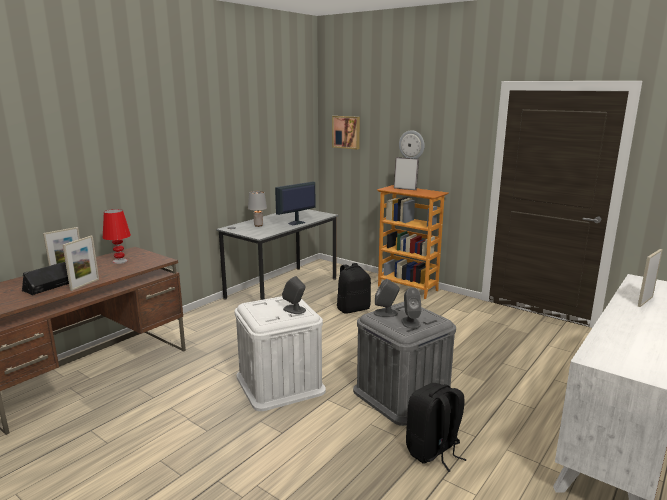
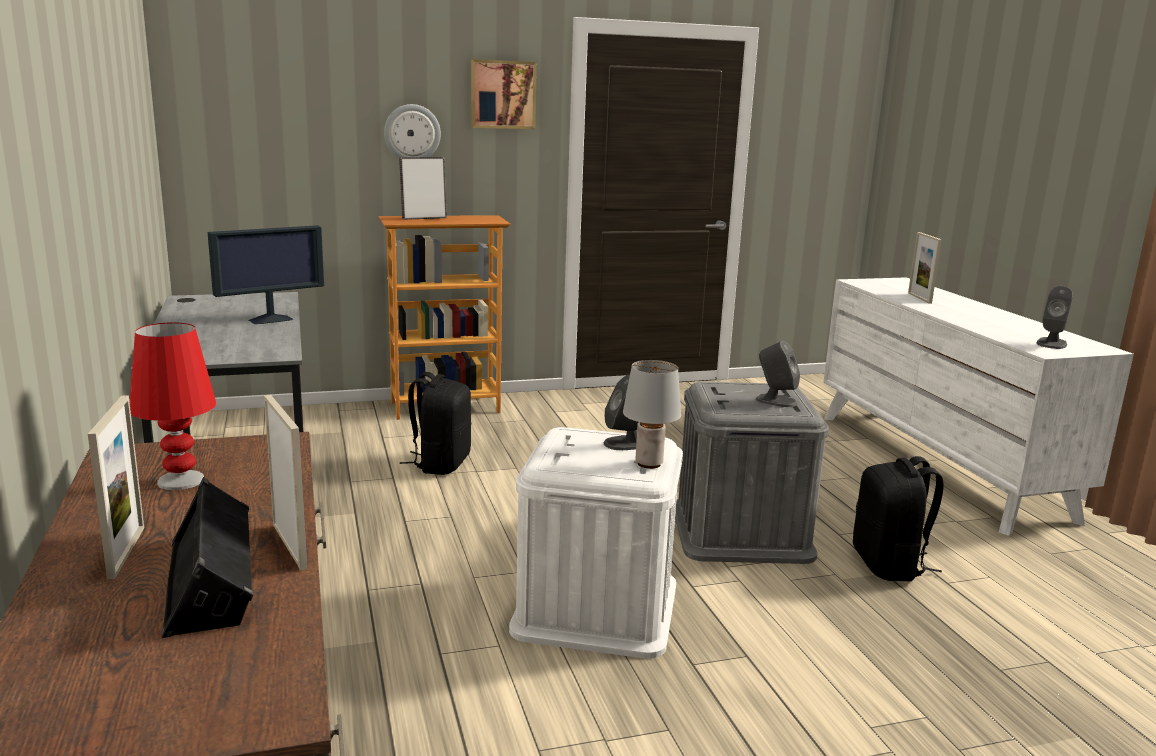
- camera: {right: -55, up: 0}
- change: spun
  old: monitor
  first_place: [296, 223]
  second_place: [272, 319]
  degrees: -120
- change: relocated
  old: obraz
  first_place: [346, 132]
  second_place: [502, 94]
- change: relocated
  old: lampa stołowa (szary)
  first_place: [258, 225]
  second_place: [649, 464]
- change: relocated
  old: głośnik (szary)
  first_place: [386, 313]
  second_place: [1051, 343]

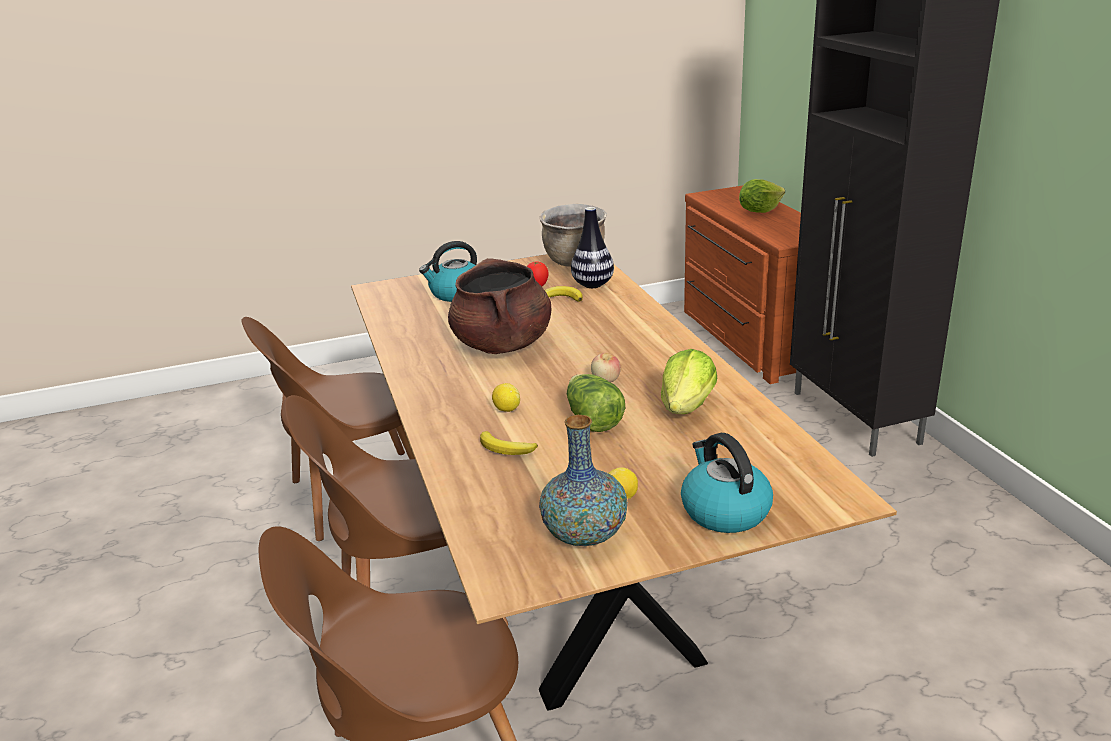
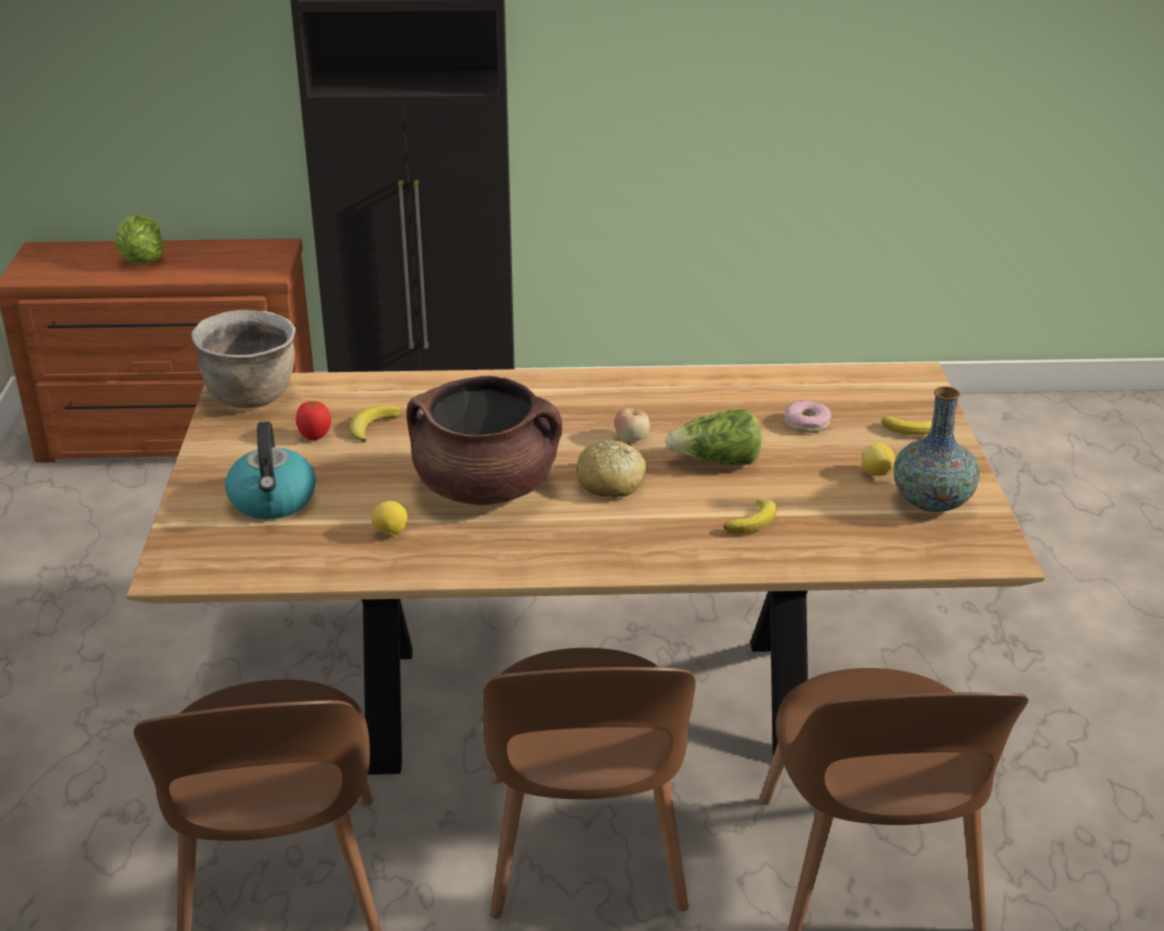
- camera: {right: -75, up: 5}
- change: relocated
  old: cytryna
  first_place: [506, 409]
  second_place: [390, 533]
- change: appeared
  new: chleb
  second_place: [611, 483]
- change: appeared
  new: donut
  second_place: [806, 423]
- change: exchanged
  old: czajnik
  new: banan
  first_place: [724, 511]
  second_place: [915, 430]
- change: missing
  old: wazon
  first_place: [593, 285]
- change: missing
  old: sałata
  first_place: [687, 407]

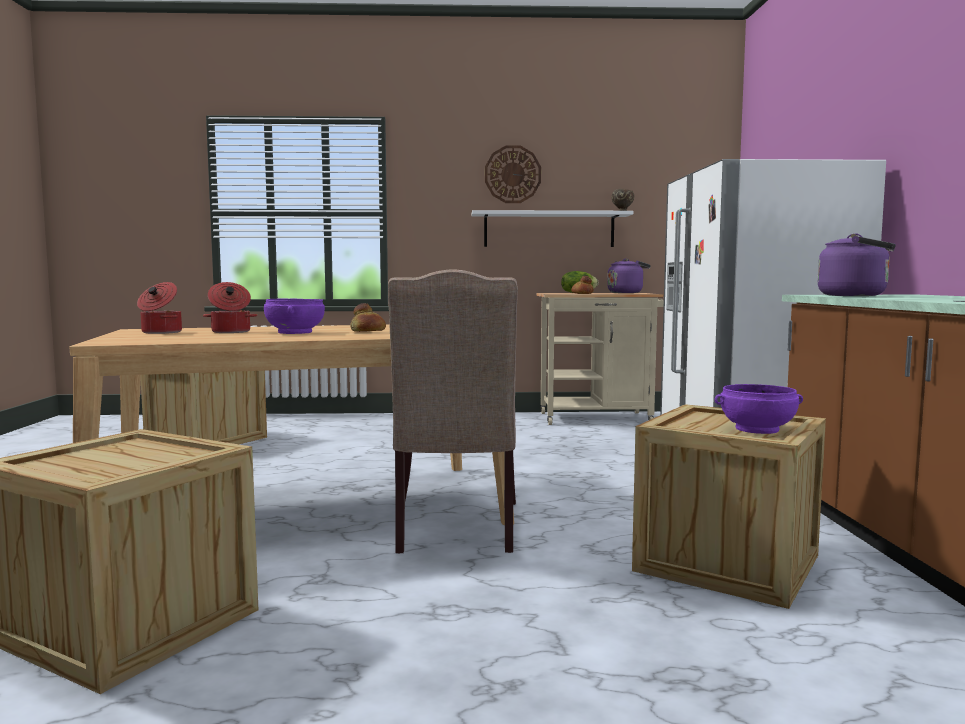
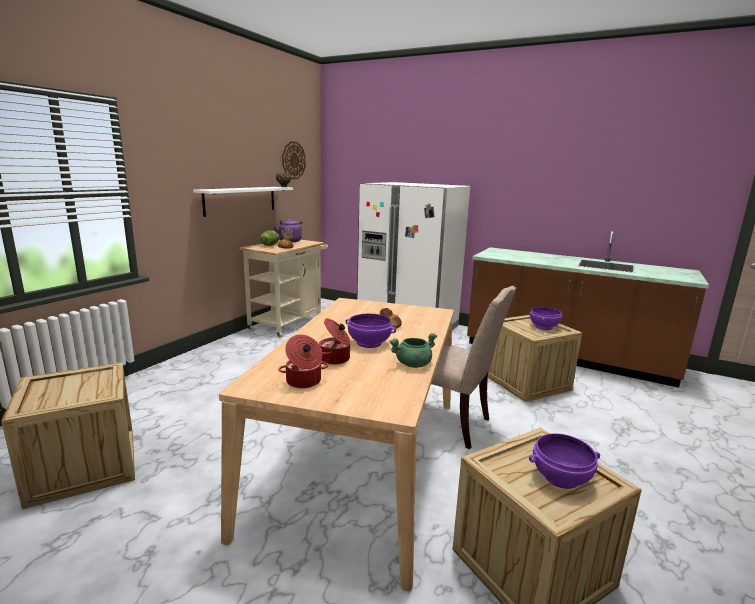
- camera: {right: -60, up: 10}
- change: relocated
  old: zegar ścienny
  first_place: [512, 174]
  second_place: [293, 160]
- change: appeared
  new: garnek (zielony)
  second_place: [413, 364]
- change: appeared
  new: miska (fioletowy)
  second_place: [560, 477]
- change: missing
  old: czajnik (fioletowy)
  first_place: [856, 296]

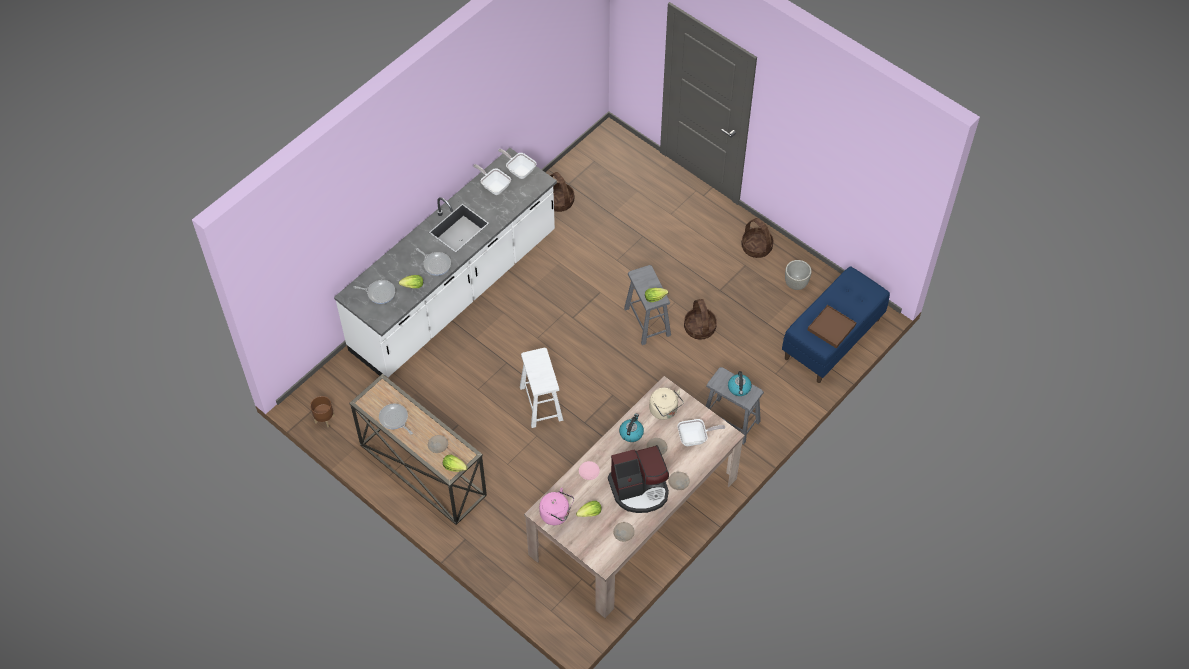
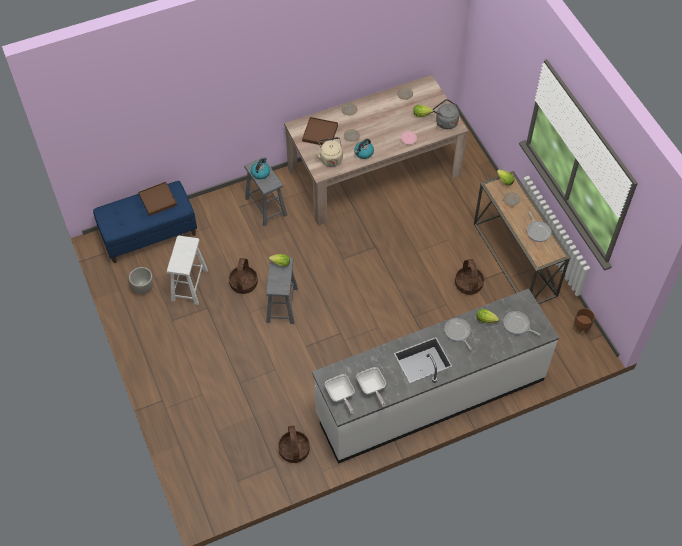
- camera: {right: -155, up: 0}
- change: relocated
  old: stołek (biały)
  first_place: [541, 404]
  second_place: [189, 285]
- change: exchanged
  old: patelnia
  new: taca (brązowy)
  first_place: [695, 438]
  second_place: [320, 133]
- change: colour
  old: czajnik (różowy)
  new: czajnik (szary)
  first_place: [556, 514]
  second_place: [445, 122]
- change: relocated
  old: koszyk
  first_place: [756, 247]
  second_place: [469, 284]
- change: missing
  old: ekspres do kawy
  first_place: [640, 489]

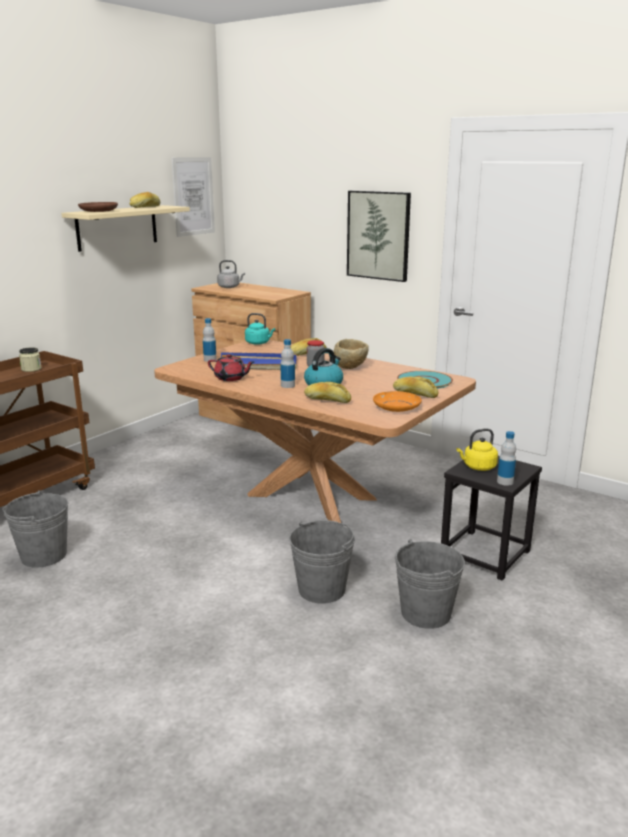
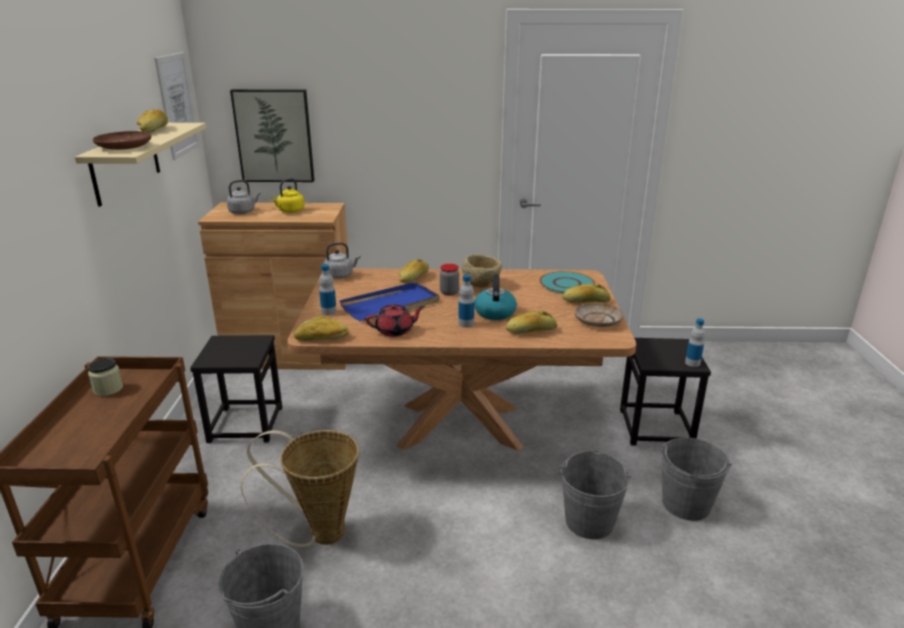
- camera: {right: -35, up: 5}
- change: appeared
  new: stołek (czarny)
  second_place: [245, 424]
- change: relocated
  old: obraz
  first_place: [378, 235]
  second_place: [274, 136]
- change: appeared
  new: koszyk
  second_place: [318, 534]
- change: relocated
  old: czajnik (żółty)
  first_place: [478, 467]
  second_place: [290, 211]
- change: appeared
  new: chleb
  second_place: [322, 338]
- change: colour
  old: czajnik (turkusowy)
  new: czajnik (szary)
  first_place: [259, 343]
  second_place: [340, 275]
- change: colour
  old: talerz (pomarańczowy)
  new: talerz (beżowy)
  first_place: [396, 407]
  second_place: [597, 321]

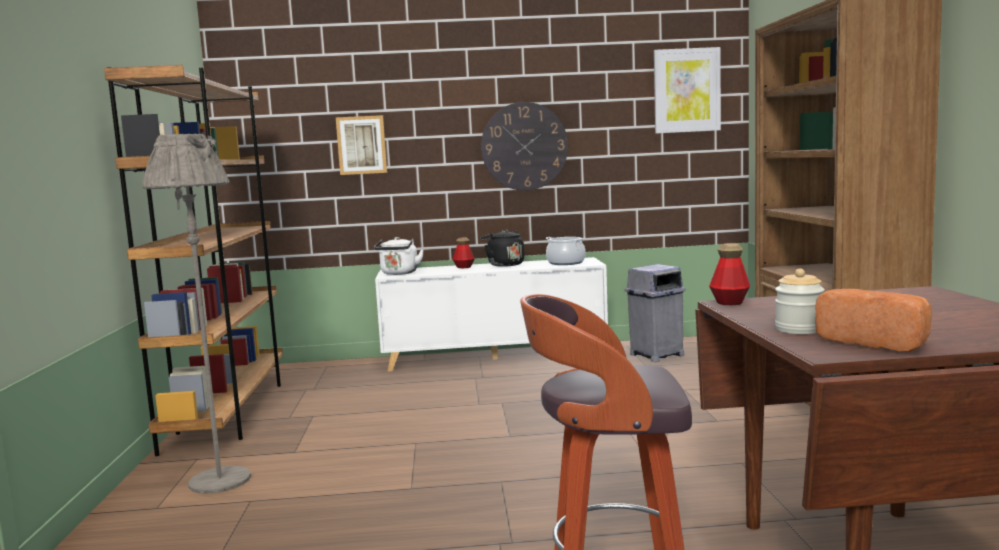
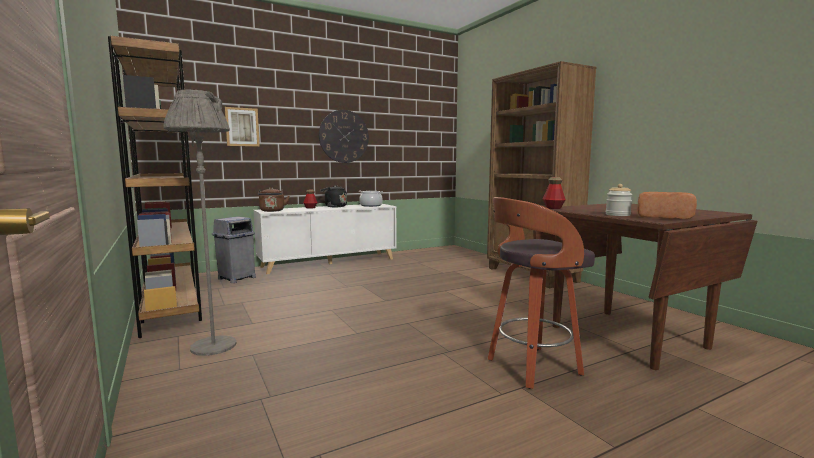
- camera: {right: -25, up: 0}
- change: relocated
  old: kosz na śmieci (szary)
  first_place: [656, 355]
  second_place: [236, 278]
- change: colour
  old: czajnik (biały)
  new: czajnik (brązowy)
  first_place: [399, 273]
  second_place: [272, 211]
- change: missing
  old: obraz
  first_place: [686, 90]

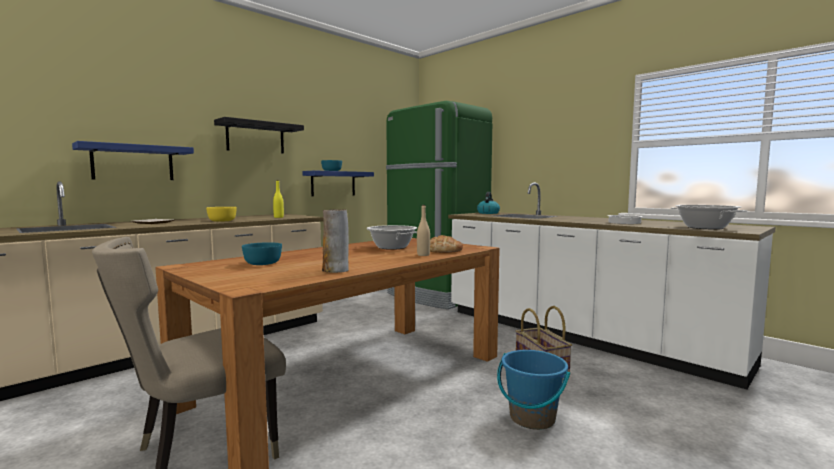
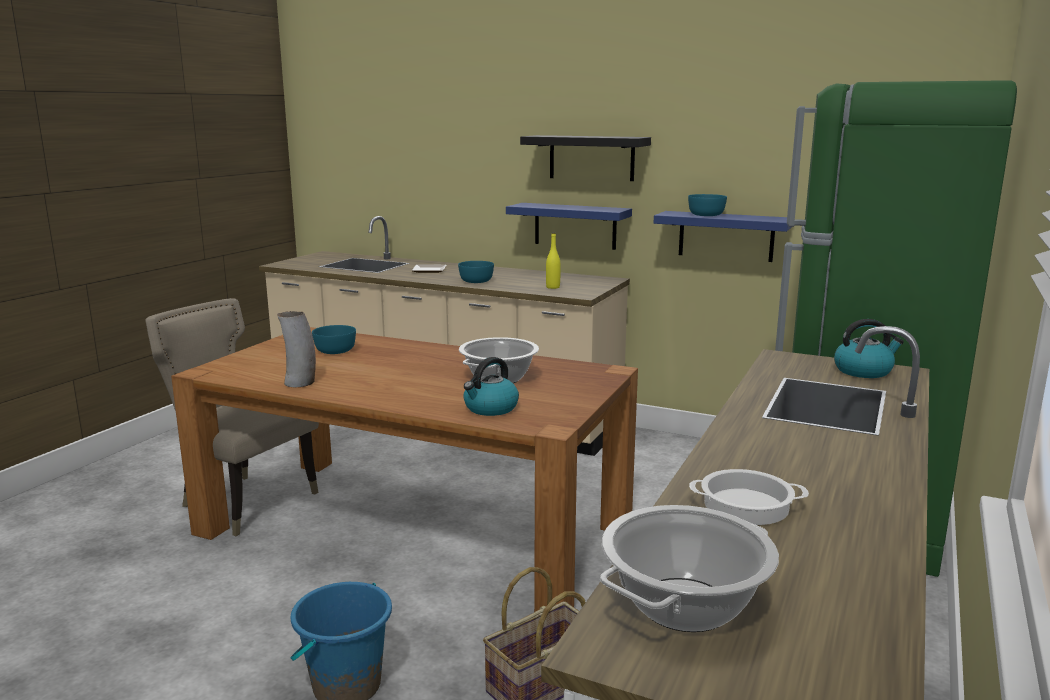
- camera: {right: 70, up: 10}
- change: colour
  old: miska (żółty)
  new: miska (turkusowy)
  first_place: [222, 221]
  second_place: [476, 281]
- change: exchanged
  old: chleb
  new: czajnik
  first_place: [443, 250]
  second_place: [490, 408]
- change: relocated
  old: półka (niebieski)
  first_place: [133, 163]
  second_place: [575, 226]
- change: missing
  old: butelka (beżowy)
  first_place: [423, 255]

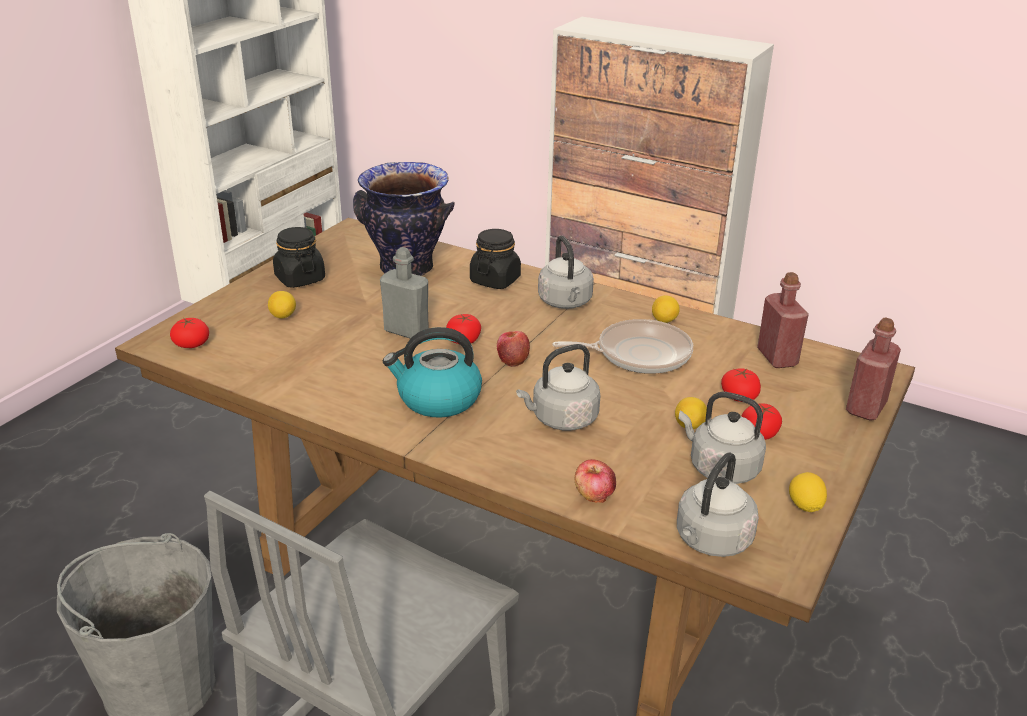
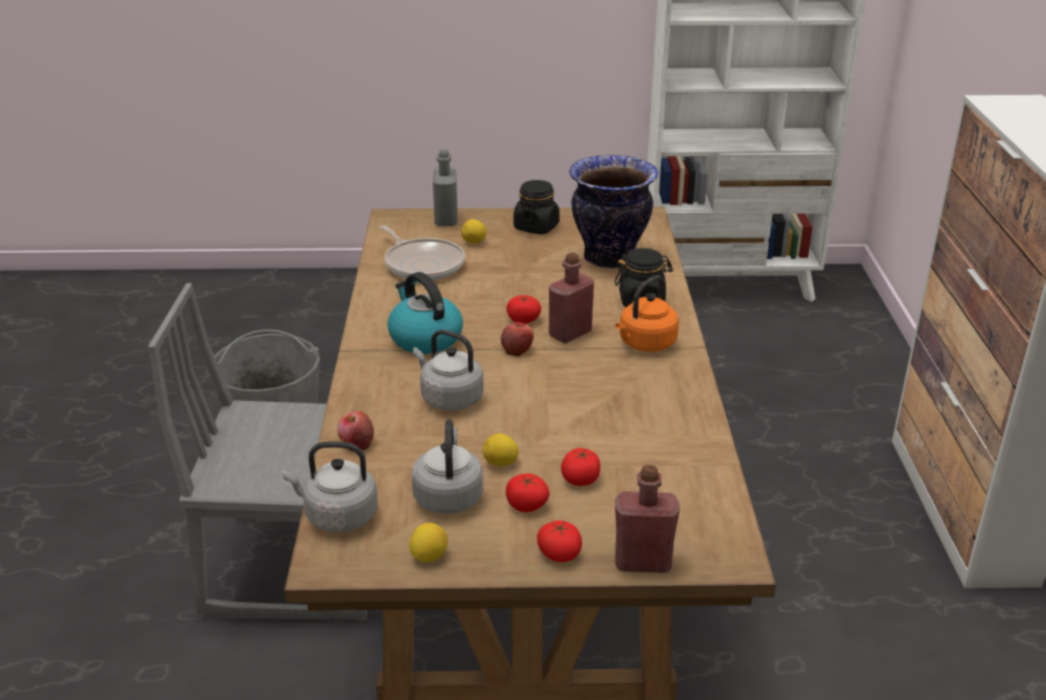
- camera: {right: 60, up: 0}
- change: relocated
  old: patelnia
  first_place: [638, 354]
  second_place: [422, 264]
- change: relocated
  old: butelka (szary)
  first_place: [406, 331]
  second_place: [446, 219]
- change: relocated
  old: pomidor
  first_place: [191, 344]
  second_place: [559, 553]
- change: relocated
  old: butelka (czerwony)
  first_place: [777, 358]
  second_place: [570, 333]
- change: colour
  old: czajnik (szary)
  new: czajnik (pomarańczowy)
  first_place: [565, 303]
  second_place: [645, 344]
- change: missing
  old: cytryna
  first_place: [664, 321]

